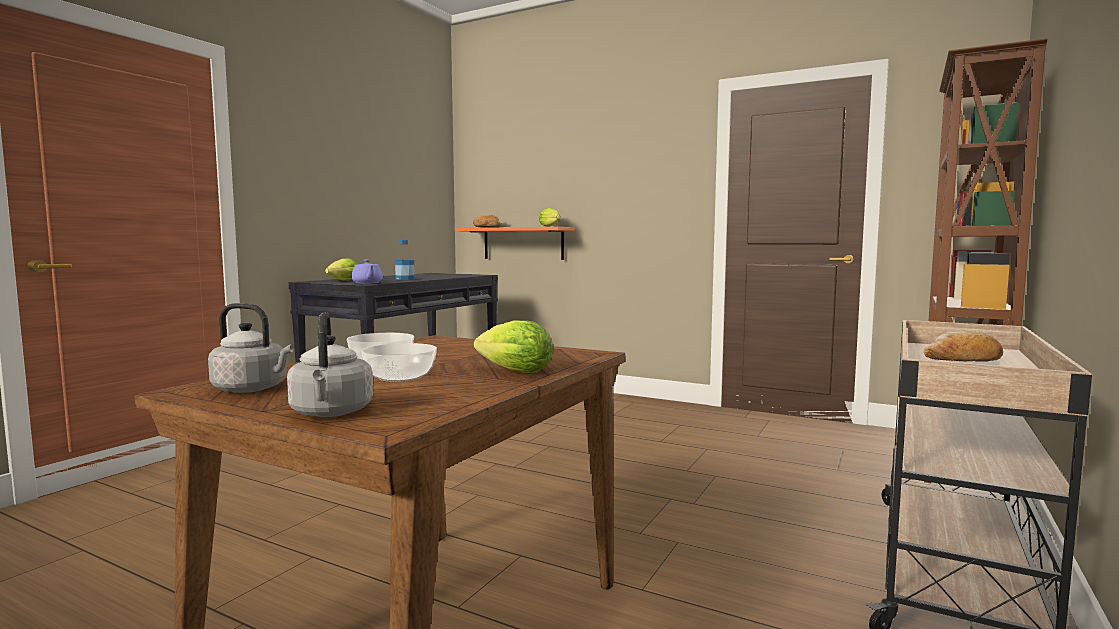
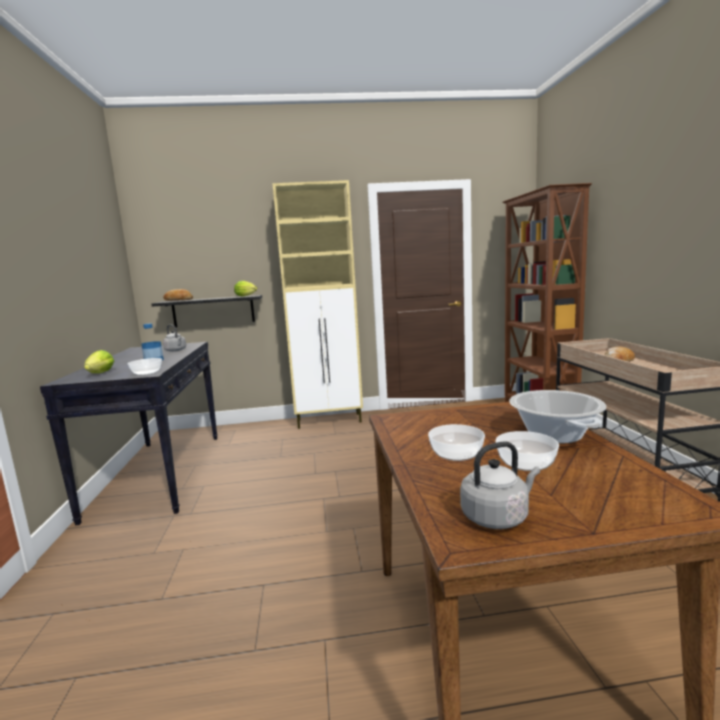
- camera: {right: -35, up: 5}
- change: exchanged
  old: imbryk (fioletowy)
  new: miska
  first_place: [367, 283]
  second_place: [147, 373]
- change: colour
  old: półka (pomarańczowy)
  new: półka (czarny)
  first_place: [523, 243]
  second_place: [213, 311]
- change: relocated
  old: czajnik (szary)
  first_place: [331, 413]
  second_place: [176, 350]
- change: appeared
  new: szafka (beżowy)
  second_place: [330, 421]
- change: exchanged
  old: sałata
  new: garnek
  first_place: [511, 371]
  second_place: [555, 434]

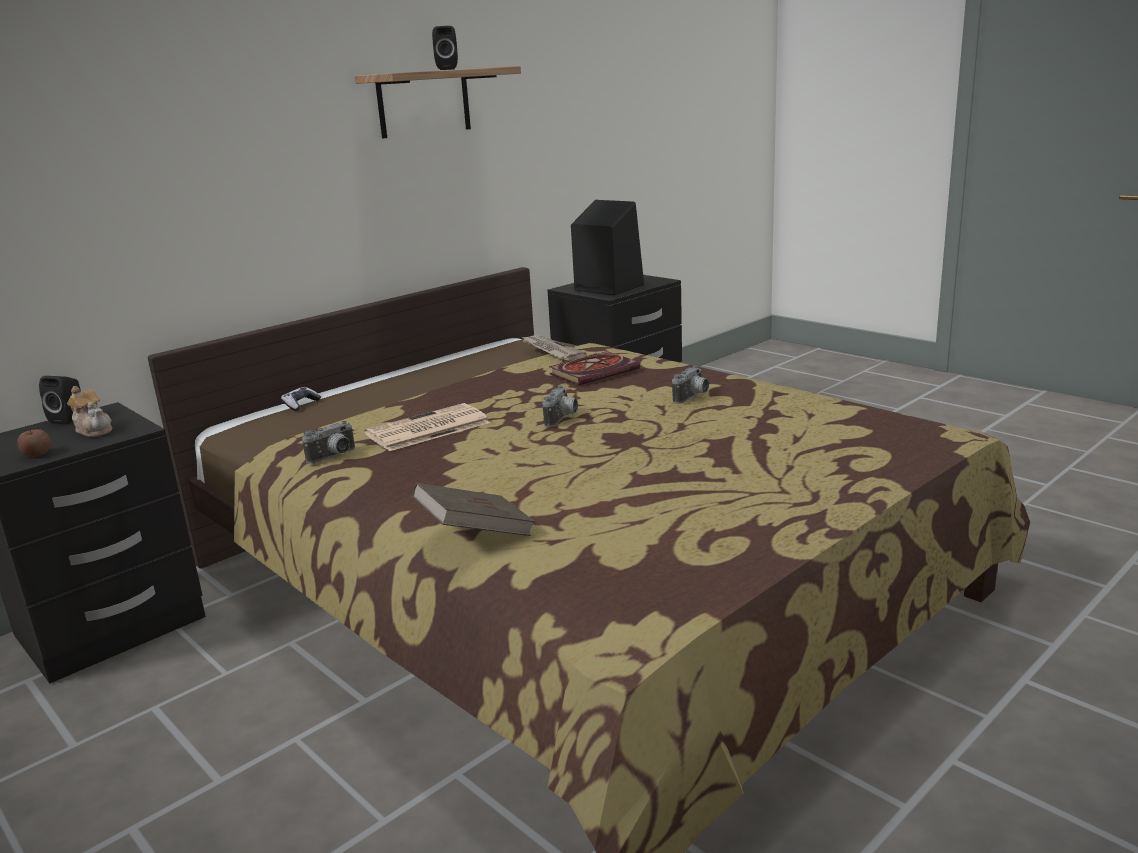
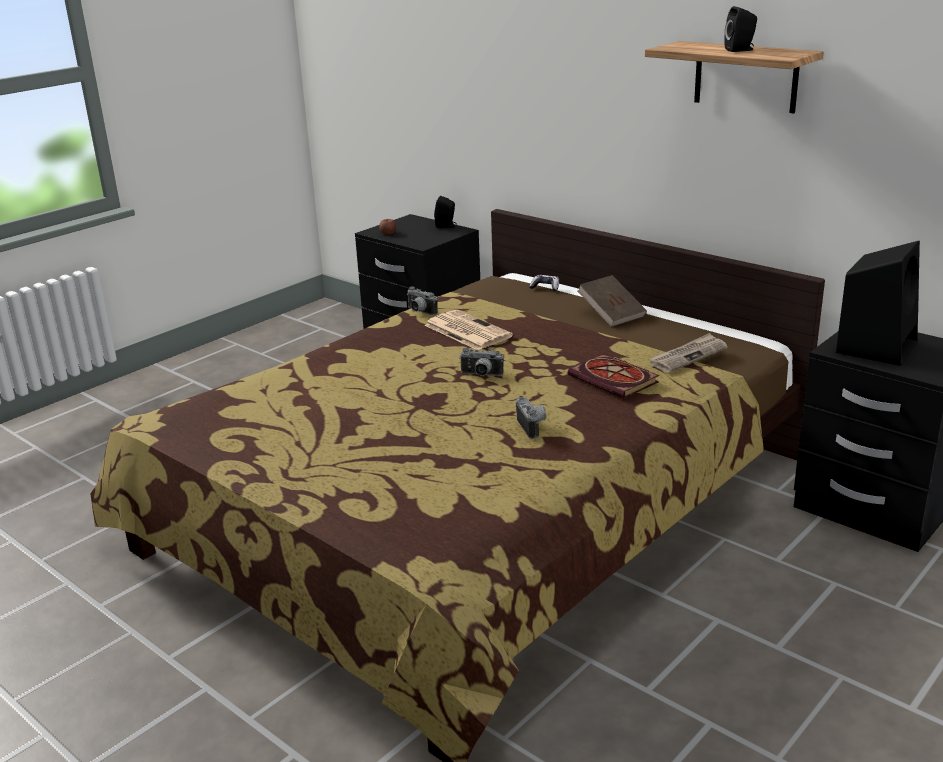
- camera: {right: 85, up: 5}
- change: spun
  old: aparat fotograficzny
  first_place: [693, 397]
  second_place: [533, 427]
  degrees: -135
- change: relocated
  old: książka (brązowy)
  first_place: [475, 533]
  second_place: [611, 315]
- change: missing
  old: imbryk
  first_place: [94, 430]

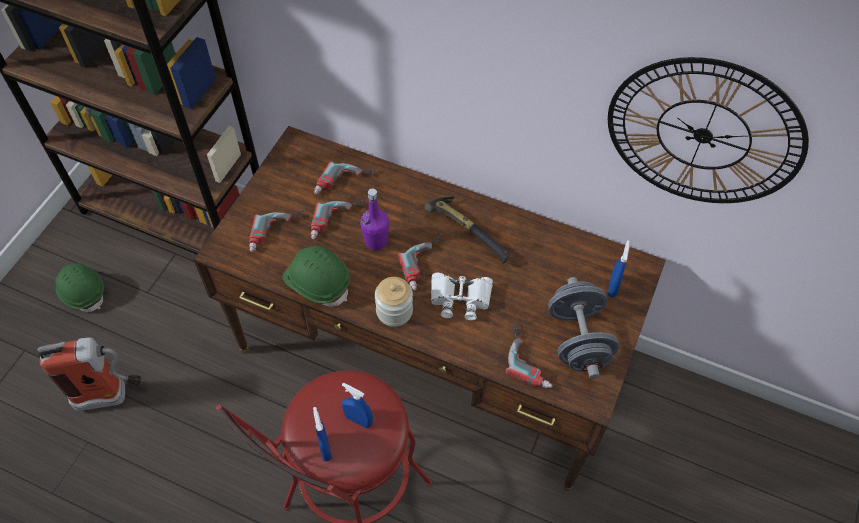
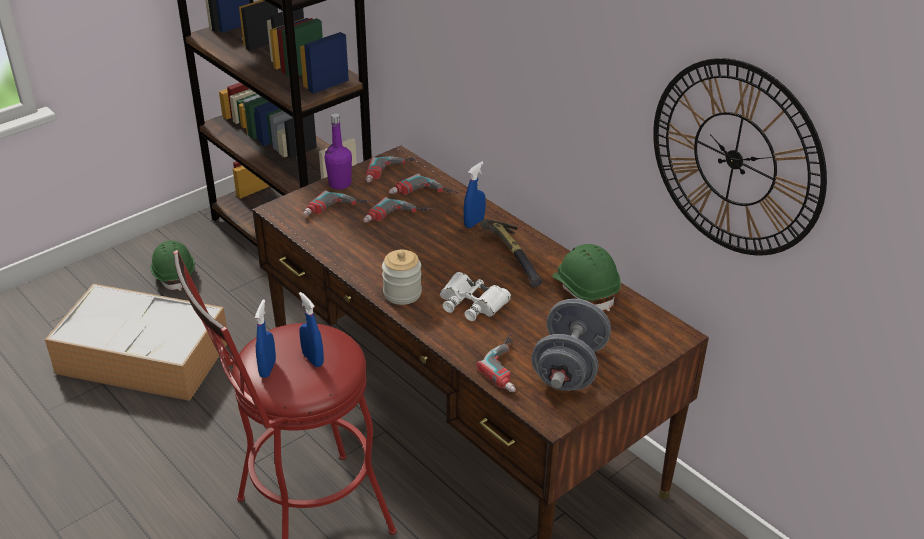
- camera: {right: 25, up: -20}
- change: exchanged
  old: gaśnica
  new: pojemnik do przechowywania
  first_place: [112, 395]
  second_place: [146, 357]
- change: relocated
  old: butelka (fioletowy)
  first_place: [376, 241]
  second_place: [340, 184]
- change: relocated
  old: wiertarka
  first_place: [426, 264]
  second_place: [392, 173]
- change: relocated
  old: spryskiwacz (niebieski)
  first_place: [613, 287]
  second_place: [474, 222]
- change: relocated
  old: kask (zielony)
  first_place: [317, 282]
  second_place: [585, 289]

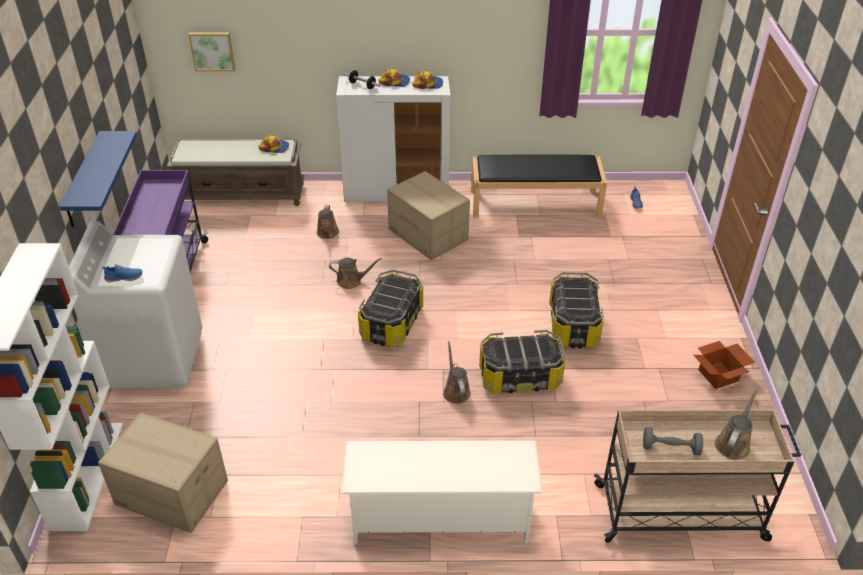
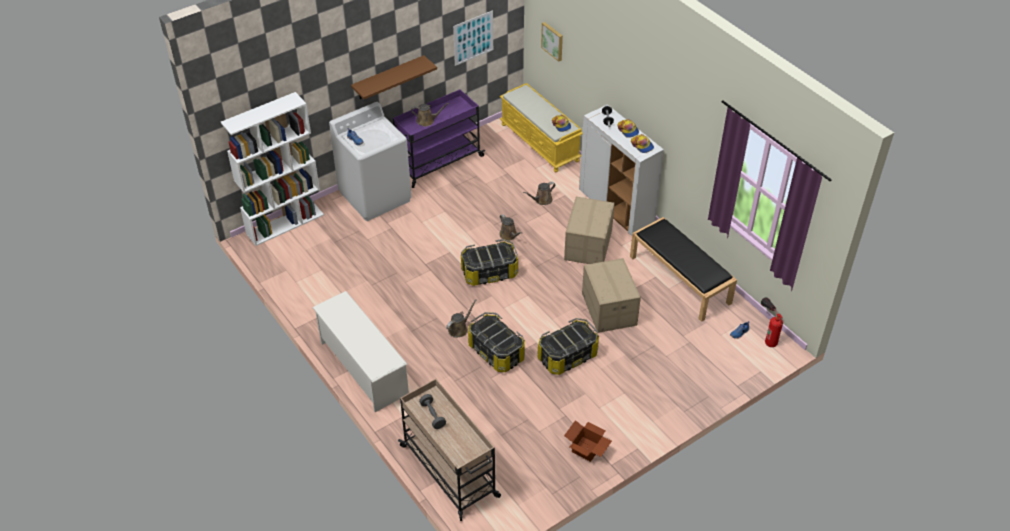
- camera: {right: 55, up: 5}
- change: colour
  old: półka (niebieski)
  new: półka (brązowy)
  first_place: [84, 180]
  second_place: [388, 78]
- change: relocated
  old: konewka (brązowy)
  first_place: [733, 443]
  second_place: [427, 121]
- change: appeared
  new: obraz
  second_place: [473, 38]
- change: colour
  old: ławka (brązowy)
  new: ławka (żółty)
  first_place: [242, 194]
  second_place: [540, 142]
- change: relocated
  old: karton
  first_place: [171, 493]
  second_place: [608, 309]
- change: appeared
  new: gaśnica
  second_place: [767, 333]

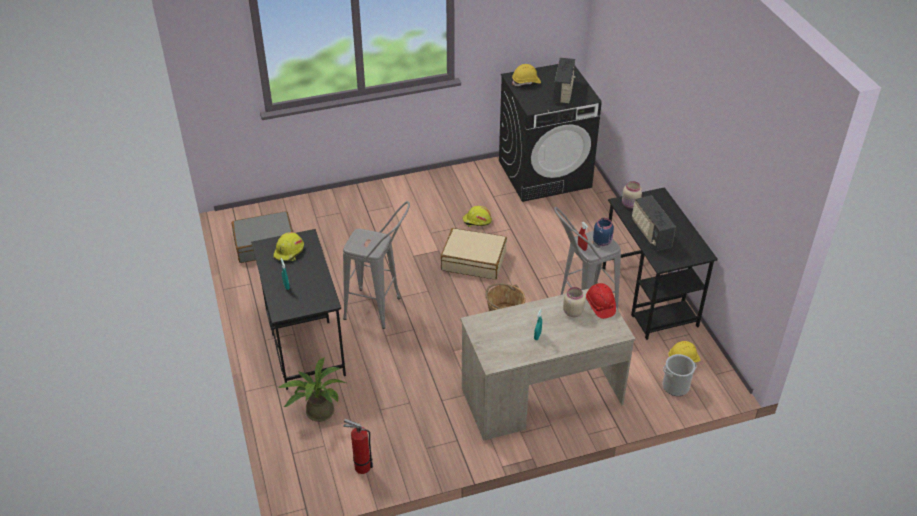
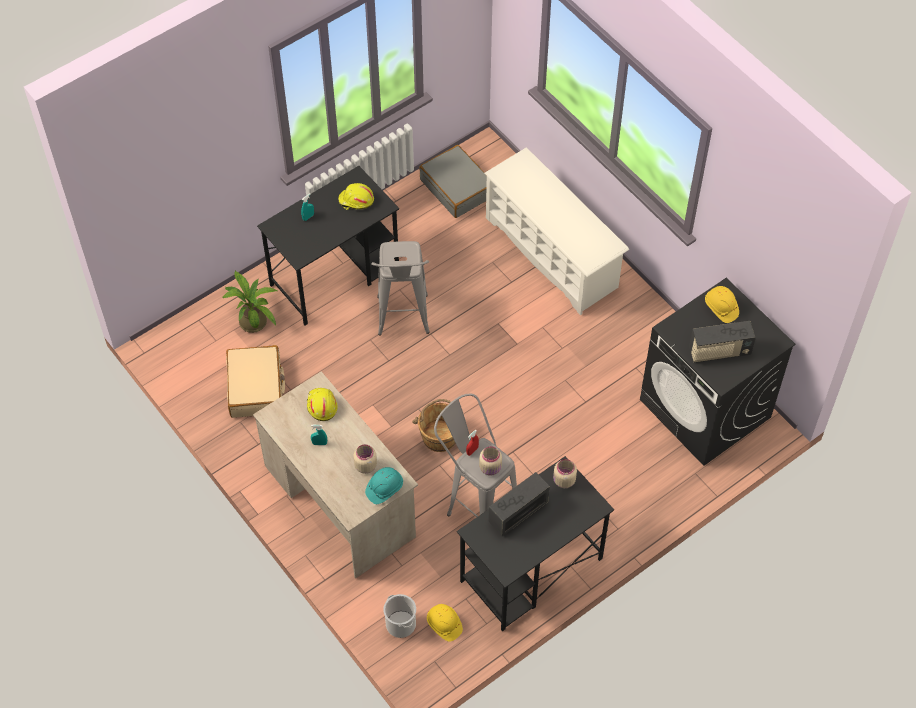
- camera: {right: 70, up: 15}
- change: relocated
  old: walizka (beżowy)
  first_place: [474, 261]
  second_place: [256, 388]
- change: relocated
  old: kask (żółty)
  first_place: [477, 221]
  second_place: [321, 405]
- change: colour
  old: kask (czerwony)
  new: kask (turkusowy)
  first_place: [600, 306]
  second_place: [384, 488]
- change: colour
  old: słoik (niebieski)
  new: słoik (beżowy)
  first_place: [602, 241]
  second_place: [491, 468]
- change: appeared
  new: regał na buty (biały)
  second_place: [552, 253]
- change: missing
  old: gaśnica
  first_place: [360, 466]

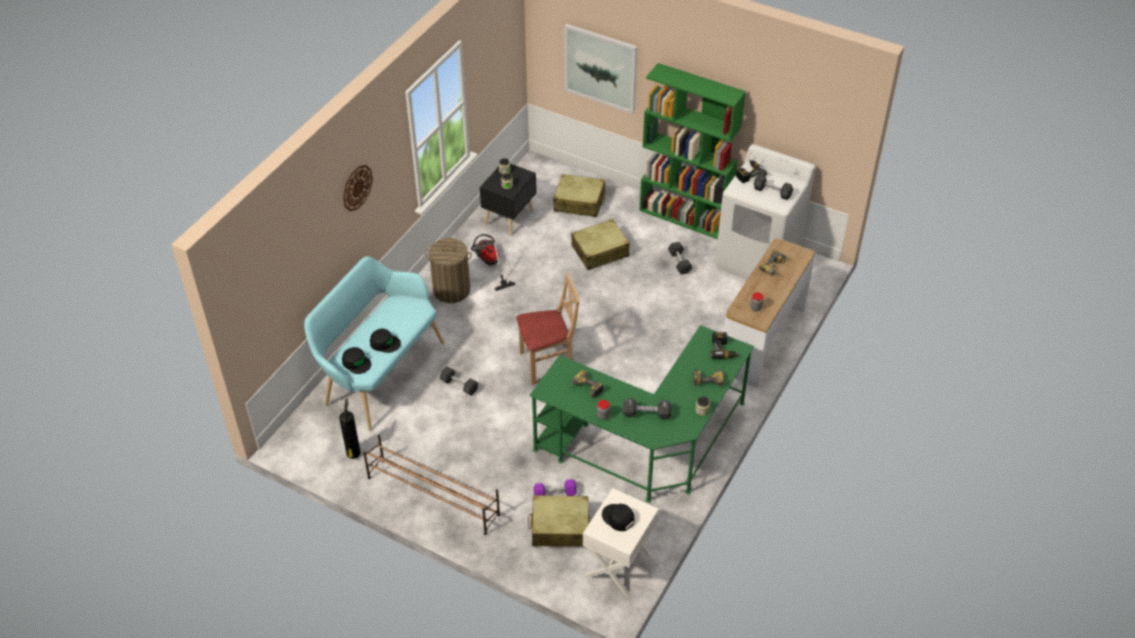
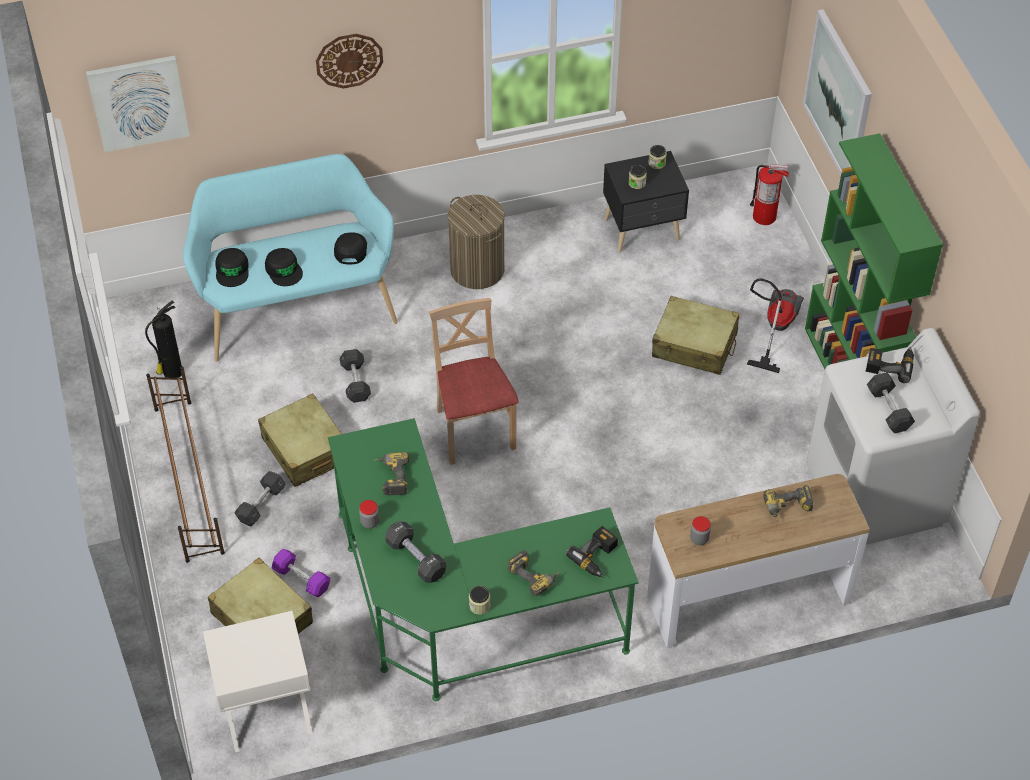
- camera: {right: 45, up: 5}
- change: appeared
  new: obraz
  second_place: [138, 102]
- change: relocated
  old: hantel (szary)
  first_place: [679, 262]
  second_place: [261, 504]
- change: relocated
  old: walizka (beżowy)
  first_place: [579, 202]
  second_place: [305, 450]
- change: relocated
  old: czapka z daszkiem (czarny)
  first_place: [618, 518]
  second_place: [350, 249]
- change: spun
  old: krzesło (beżowy)
  first_place: [548, 363]
  second_place: [474, 430]
  degrees: -135
- change: relocated
  old: odkurzacz
  first_place: [489, 265]
  second_place: [774, 327]
- change: appeared
  new: gaśnica
  second_place: [764, 216]

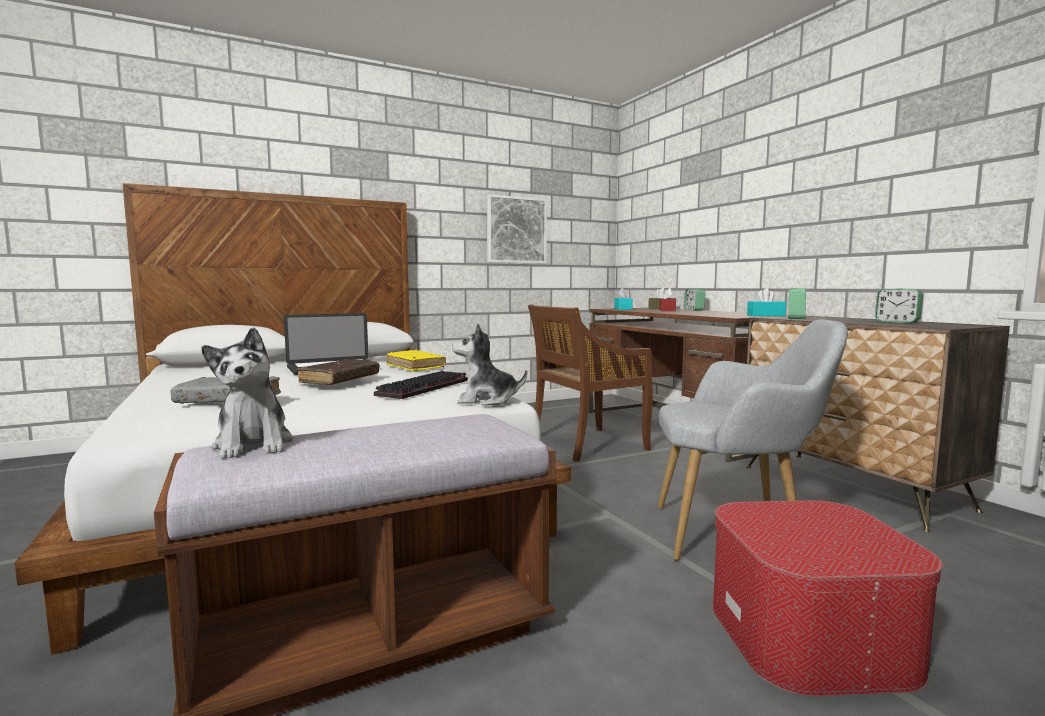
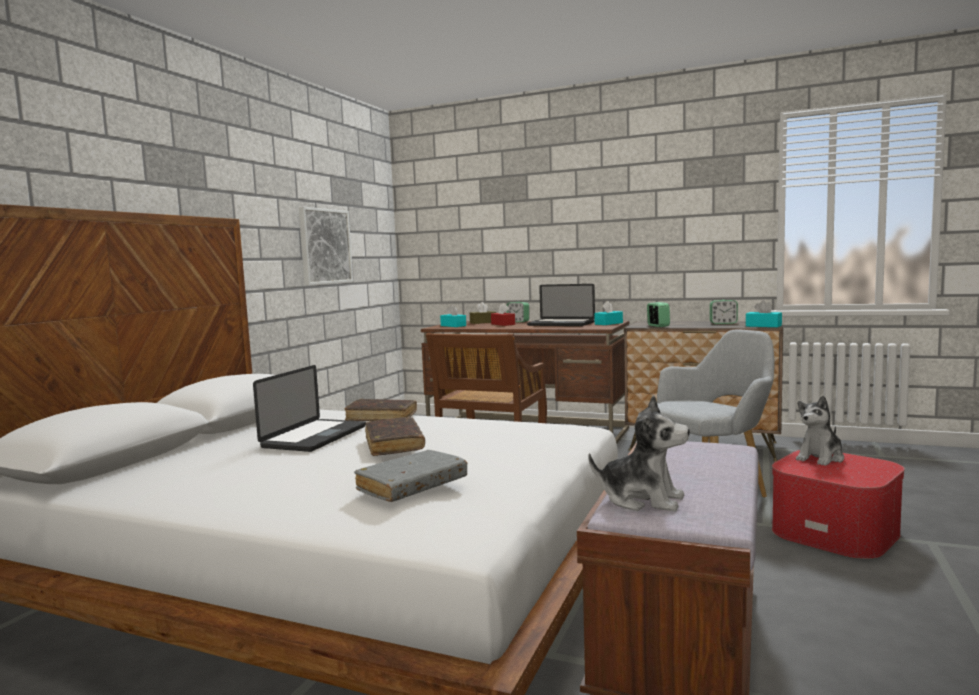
- camera: {right: -40, up: 0}
- change: colour
  old: książka (żółty)
  new: książka (brązowy)
  first_place: [415, 367]
  second_place: [381, 417]
- change: appeared
  new: laptop
  second_place: [561, 324]
- change: appeared
  new: pudełko chusteczek (turkusowy)
  second_place: [763, 326]
- change: relocated
  old: pluszak
  first_place: [486, 401]
  second_place: [820, 458]
- change: missing
  old: klawiatura
  first_place: [424, 388]

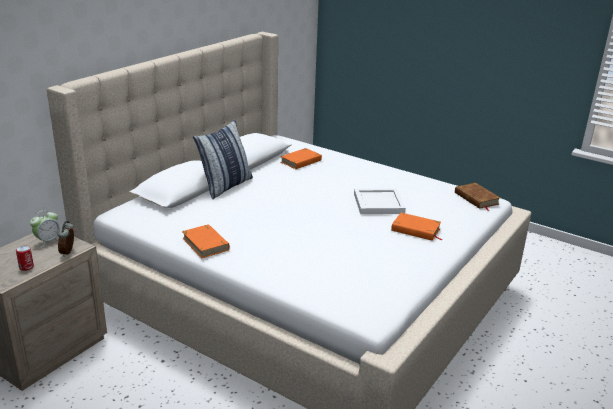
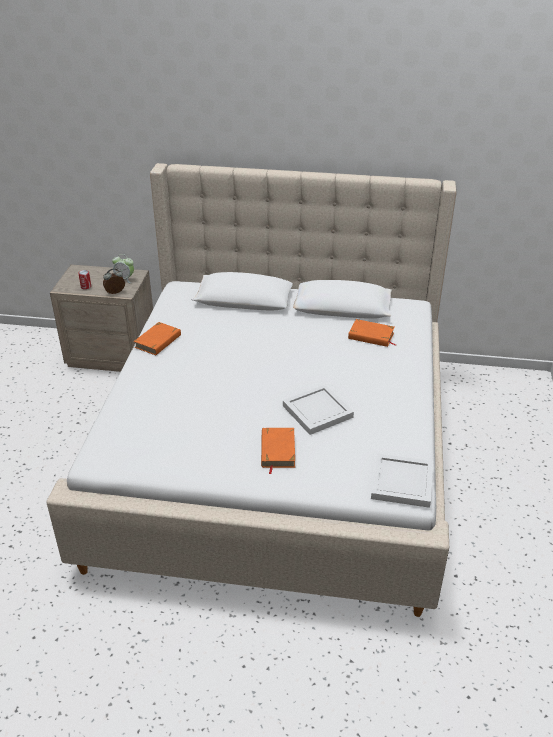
- camera: {right: 65, up: 10}
- change: exchanged
  old: książka (brązowy)
  new: taca (biały)
  first_place: [476, 198]
  second_place: [401, 481]
- change: missing
  old: poduszka
  first_place: [225, 186]

